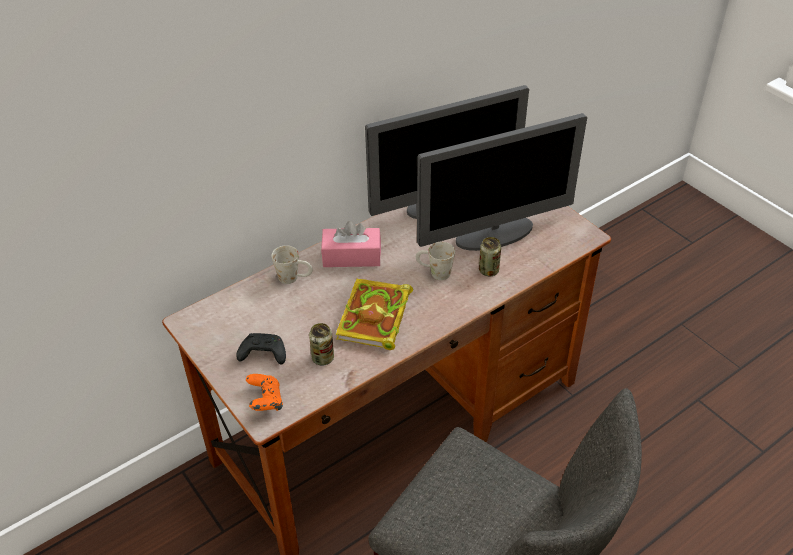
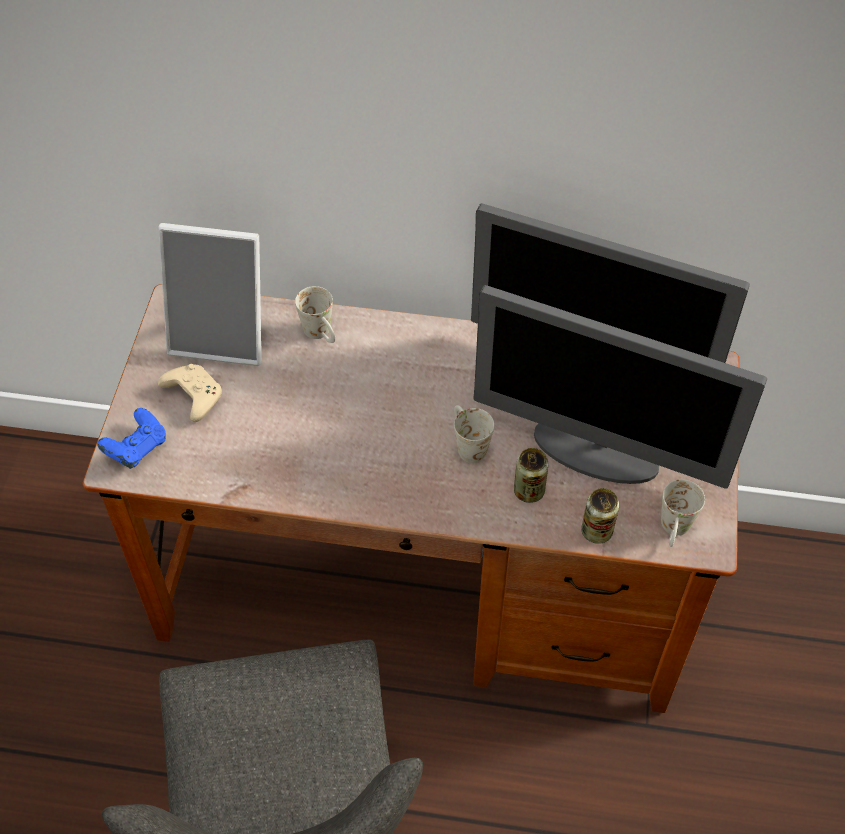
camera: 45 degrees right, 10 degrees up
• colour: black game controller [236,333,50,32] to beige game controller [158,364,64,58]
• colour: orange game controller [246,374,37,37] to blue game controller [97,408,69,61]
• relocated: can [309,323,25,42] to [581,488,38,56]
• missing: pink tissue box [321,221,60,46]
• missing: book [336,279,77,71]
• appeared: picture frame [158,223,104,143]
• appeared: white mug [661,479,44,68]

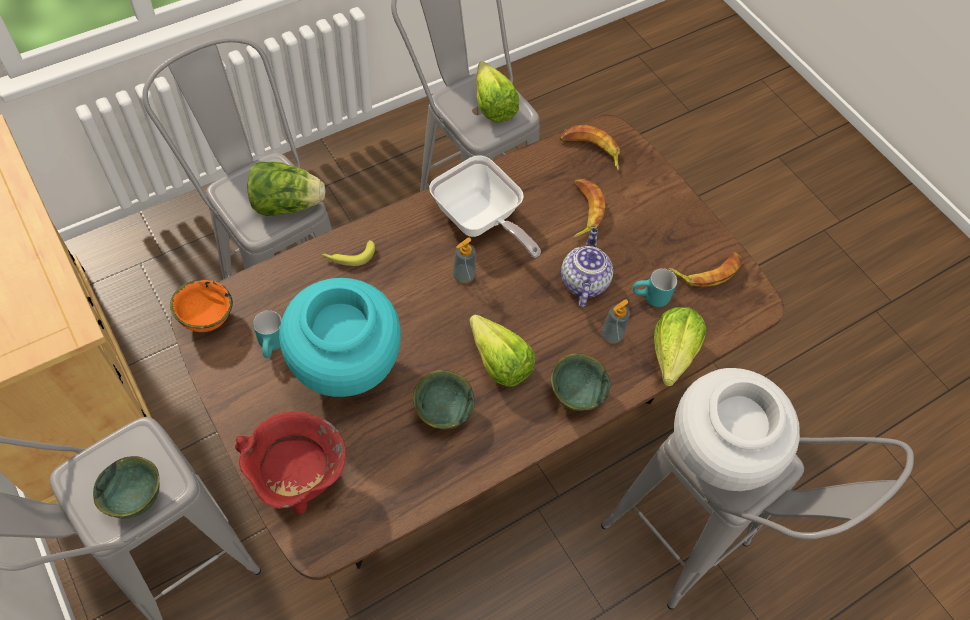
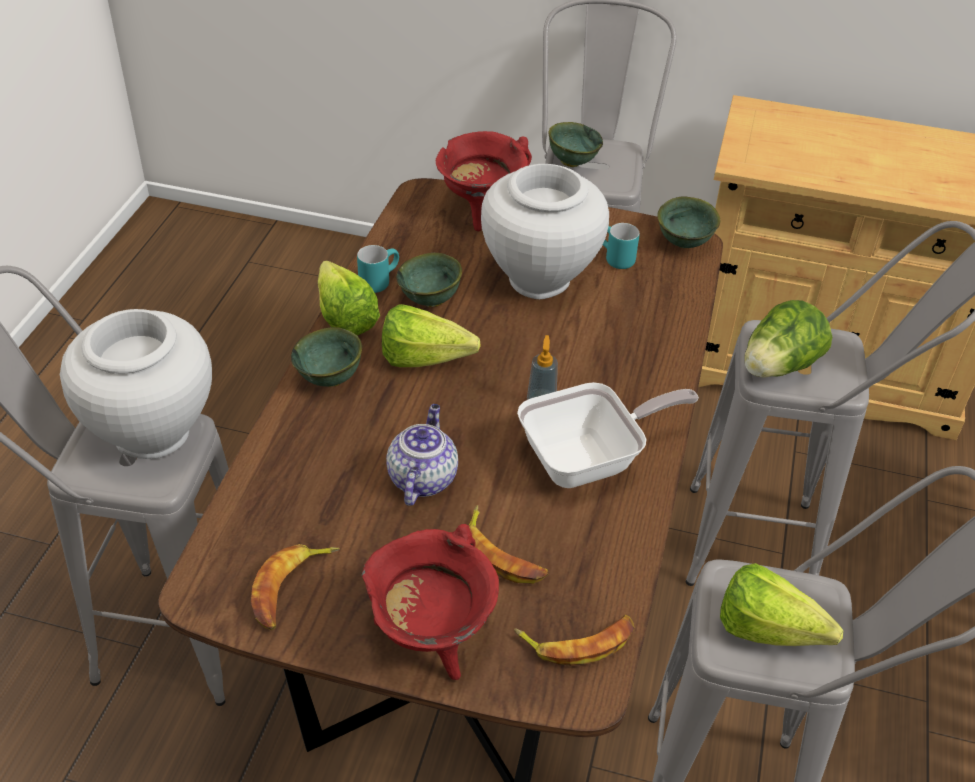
camera: 140 degrees right, 15 degrees down
• colour: orange bowl [170,280,63,52] to green bowl [657,196,64,52]
• colour: turquoise vase [279,278,122,119] to white vase [481,164,128,135]
• missing: banana [322,240,53,26]
• spun: frying pan [429,155,112,103] = [517,382,182,106] 150 degrees clockwise
• spun: teapot [561,228,52,79] = [386,404,72,102] 135 degrees counterclockwise
• missing: soap dispenser [601,299,29,45]
• relocated: turquoise mug [633,268,44,39] to [357,245,42,48]
• relocated: lettuce [654,307,52,79] to [318,261,62,74]
• appeared: red cooking pot [362,524,137,156]

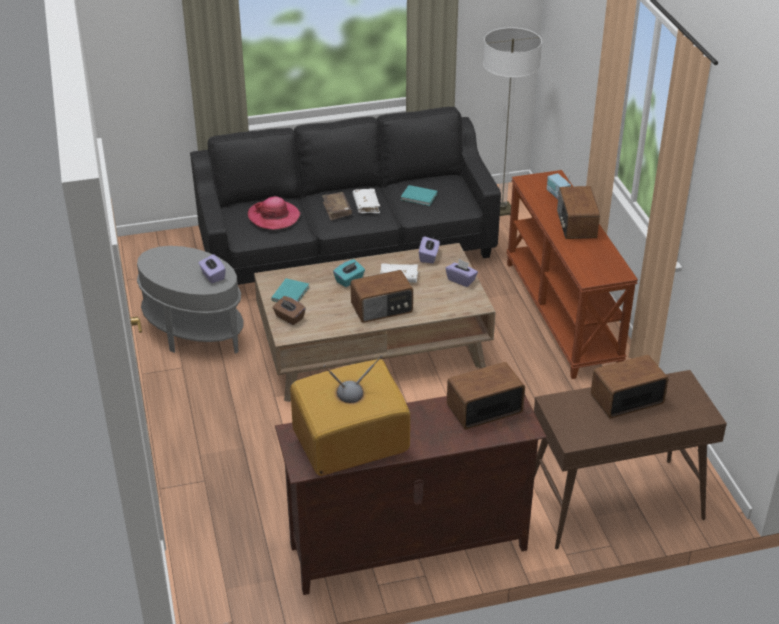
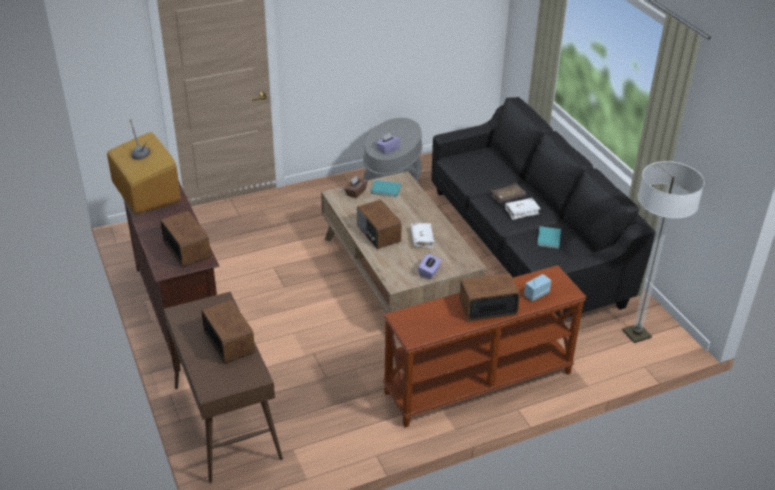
camera: 80 degrees right, 0 degrees up
• missing: hat [248,196,53,34]
• missing: turquoise tissue box [333,259,32,28]
• missing: purple tissue box [419,236,21,27]

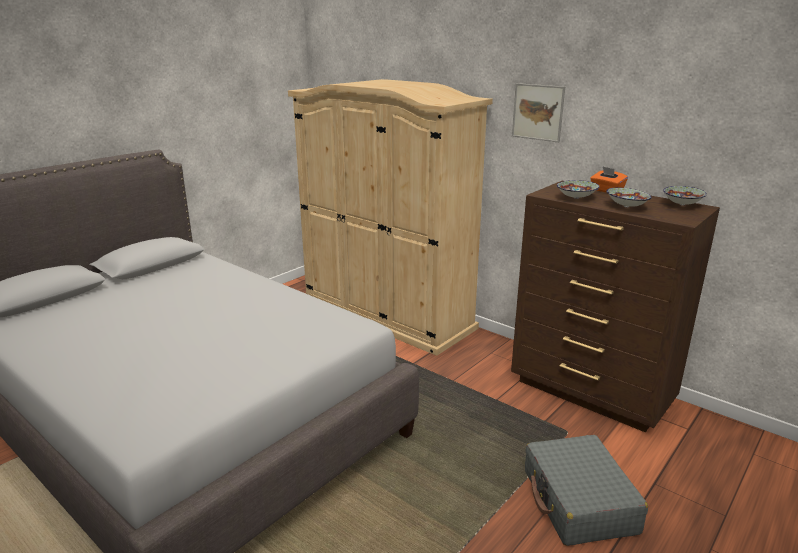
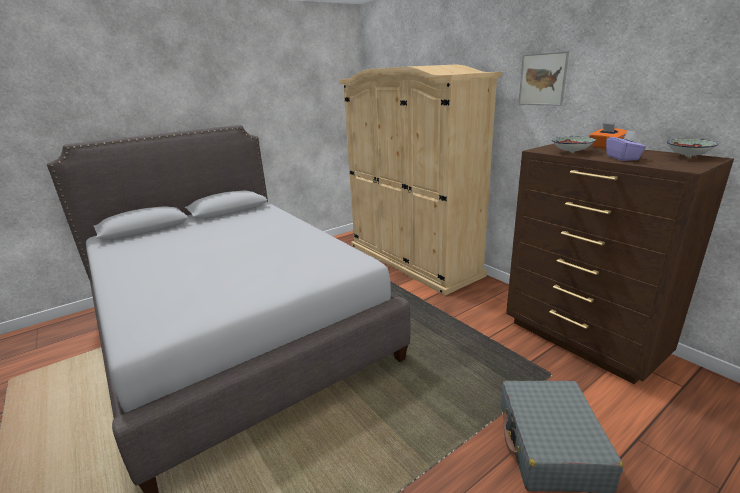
camera: 15 degrees right, 0 degrees up
• exchanged: bowl [606,188,46,19] to purple tissue box [606,130,40,31]

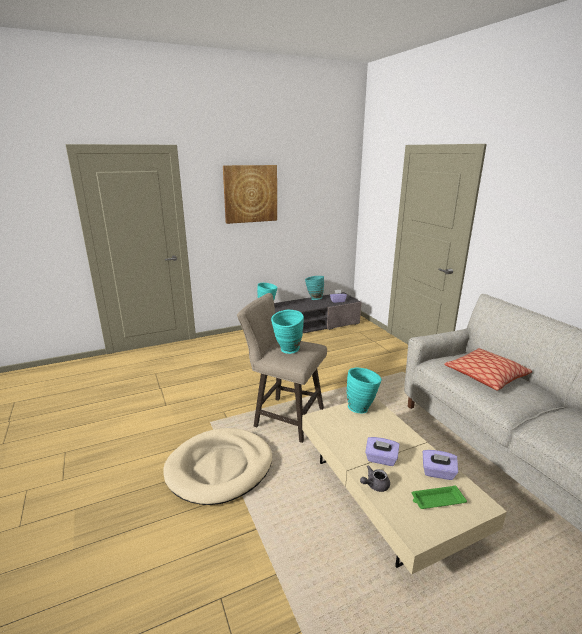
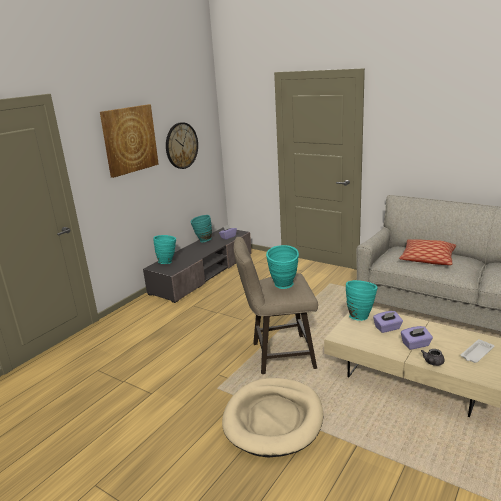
camera: 30 degrees left, 0 degrees up
• colour: green tray [412,485,55,24] to white tray [460,339,35,24]
• relocated: purple tissue box [423,450,35,30] to [373,311,30,22]
• appeared: wall clock [166,122,32,47]

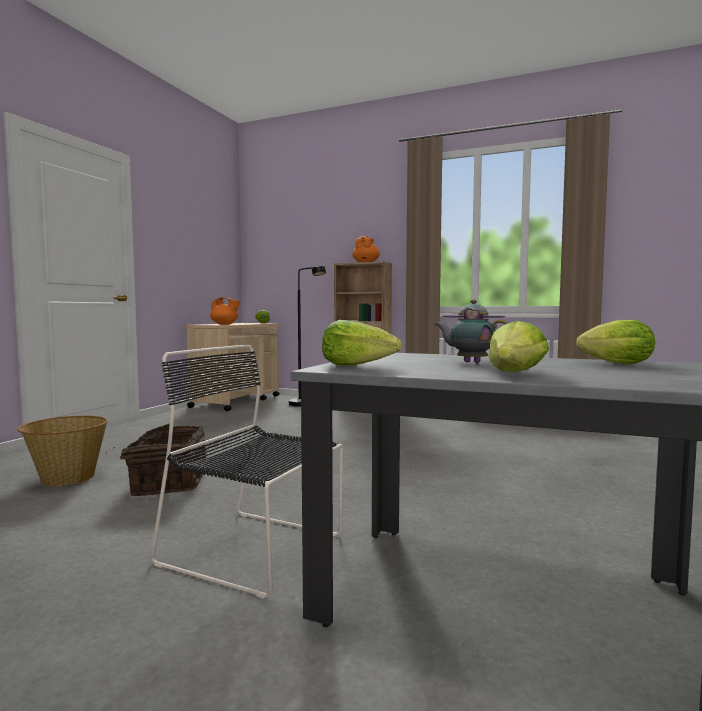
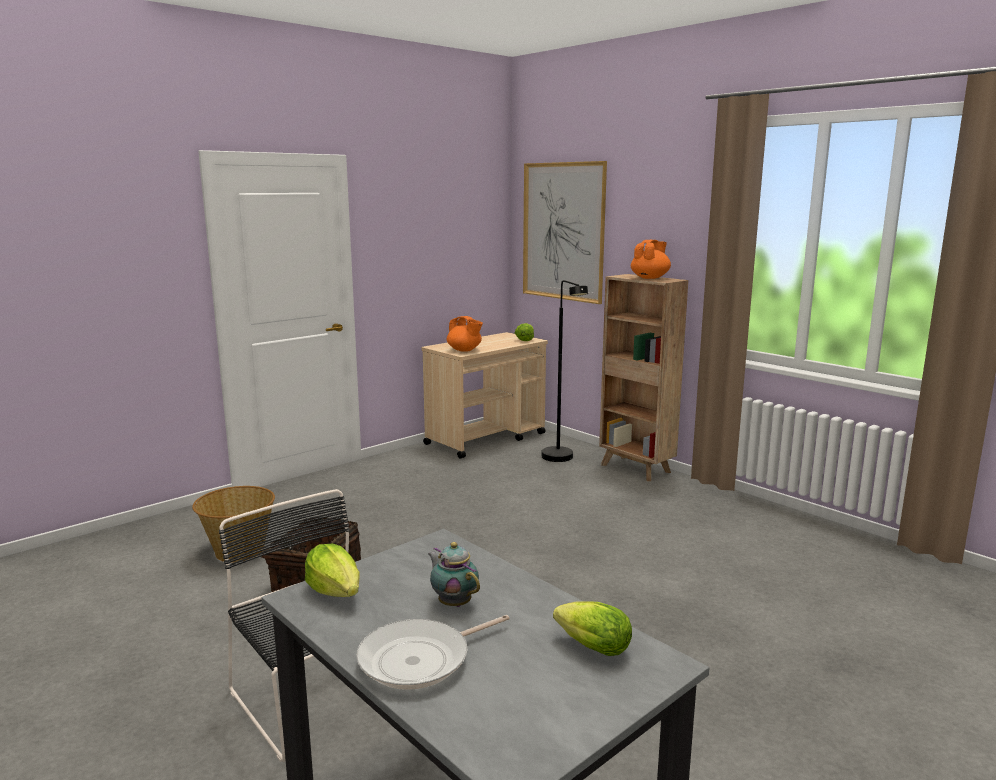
camera: 25 degrees right, 10 degrees up
• exchanged: lettuce [488,321,61,51] to frying pan [356,615,154,75]
• appeared: picture [523,161,84,143]

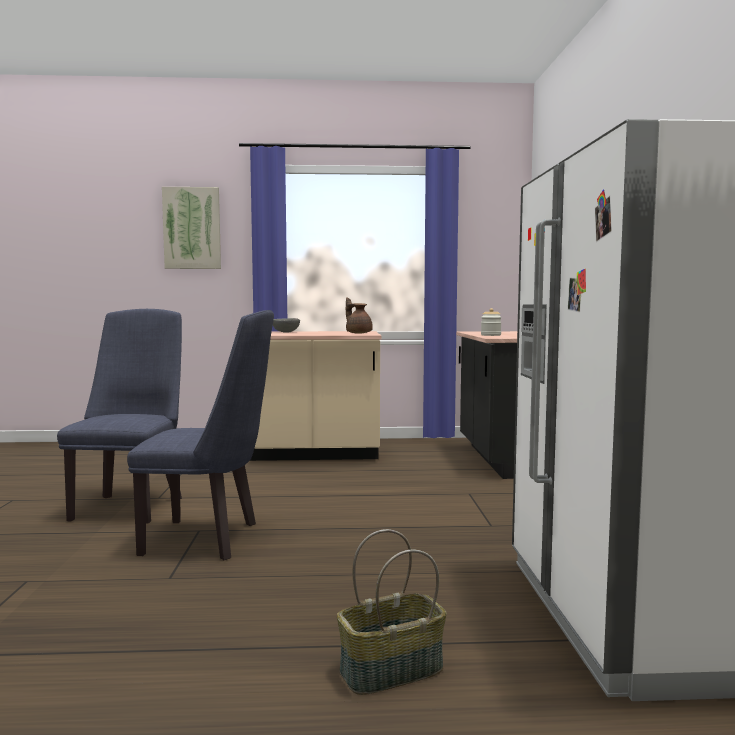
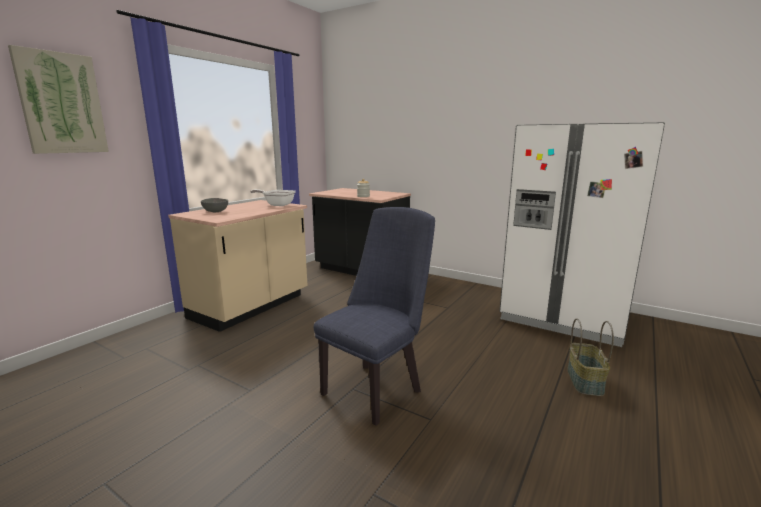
camera: 55 degrees left, 10 degrees up
• missing: blue chair [57,309,125,215]
• exchanged: brown teapot [346,297,27,37] to frying pan [250,189,46,17]

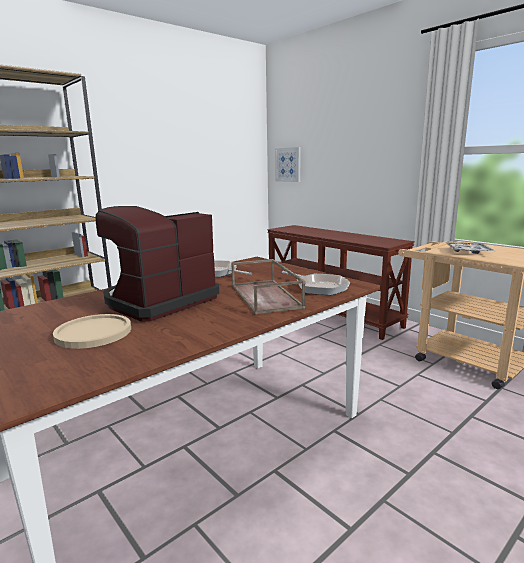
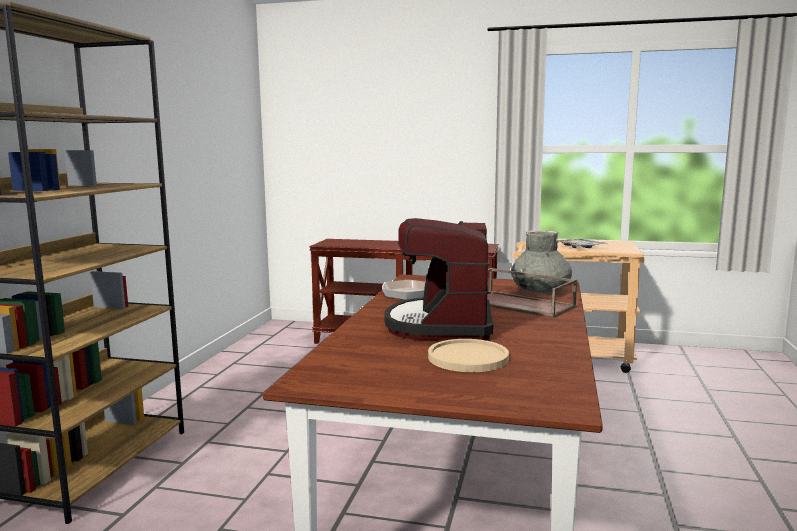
camera: 35 degrees left, 5 degrees down
• missing: picture [275,147,25,35]
• exchanged: frying pan [282,271,68,24] to grey vase [511,230,61,63]

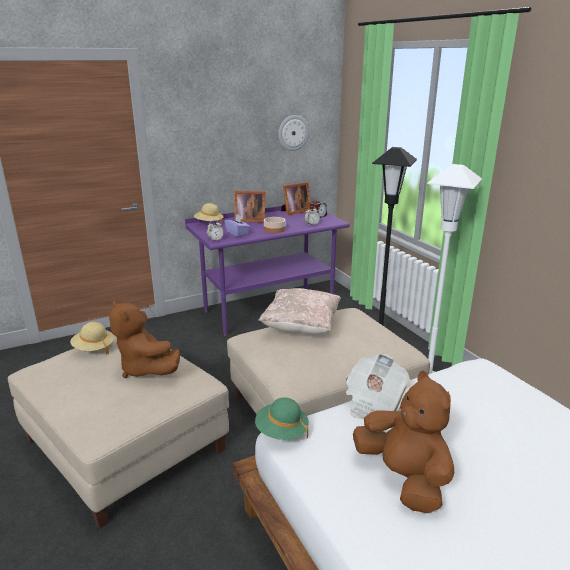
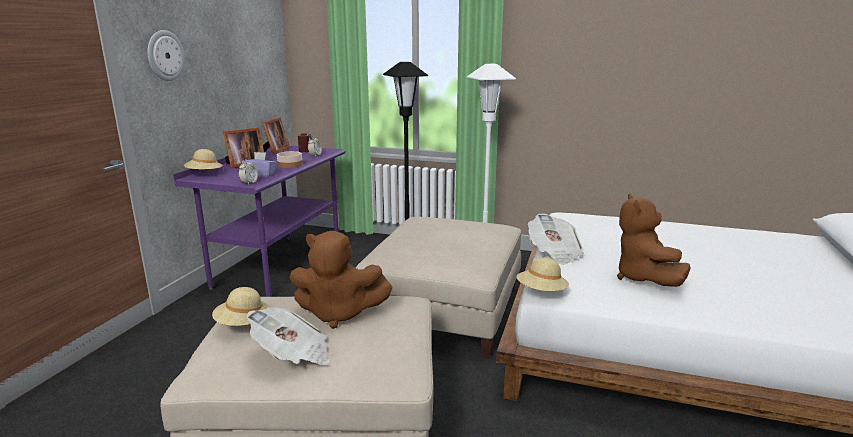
camera: 45 degrees left, 5 degrees down
• colour: green hat [255,397,54,43] to beige hat [516,257,53,34]
• missing: beige pillow [259,288,82,47]
• relocated: wall clock [278,115,31,36] to [147,30,38,51]
• spun: brown plush toy [353,371,101,142] = [617,193,74,94] 105 degrees counterclockwise
• appeared: newspaper [247,307,83,58]

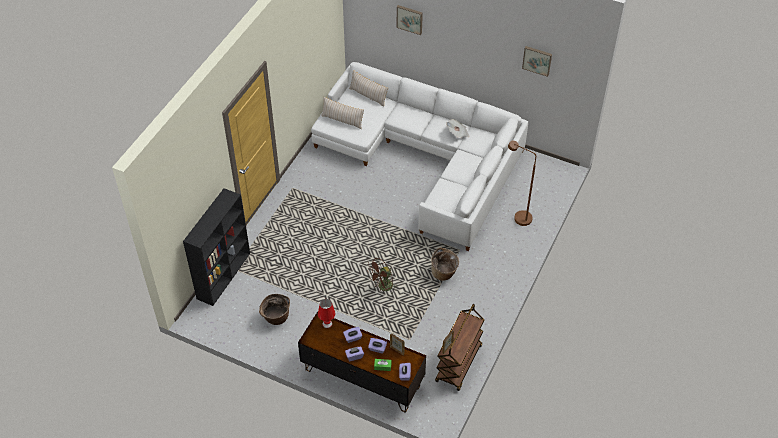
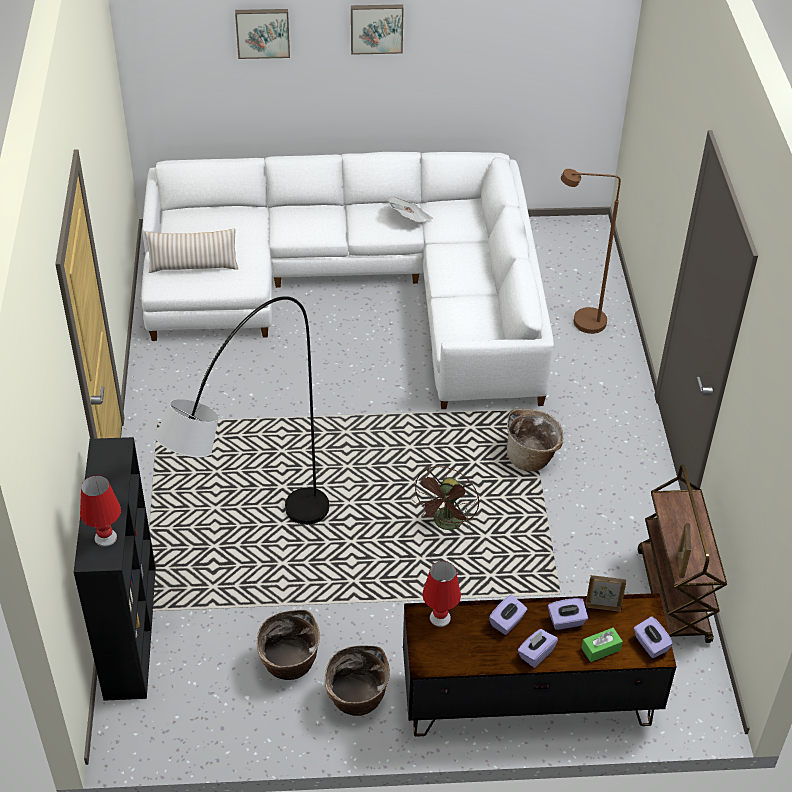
camera: 30 degrees left, 5 degrees down
• missing: beige pillow [349,70,39,37]
• relocated: picture [522,46,30,31] to [351,4,53,51]
• appeared: red table lamp [80,475,41,72]
• appeared: grey floor lamp [155,296,174,229]
• appeared: basket [325,645,65,71]

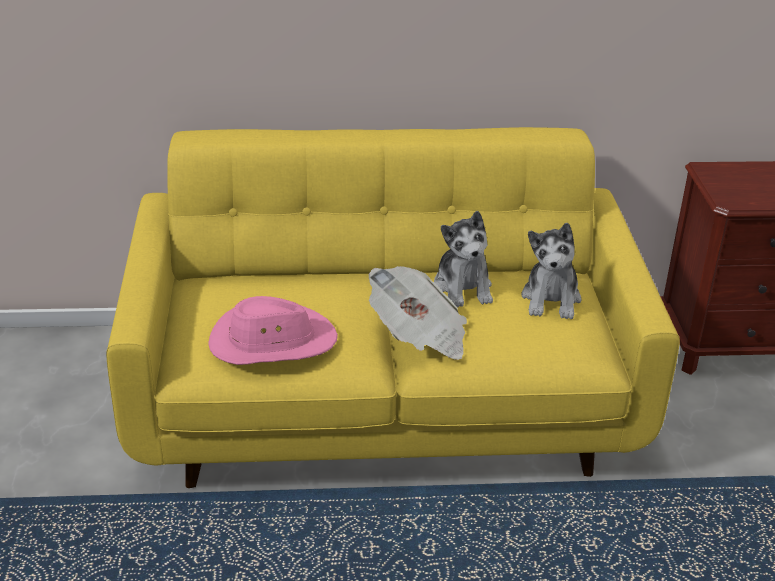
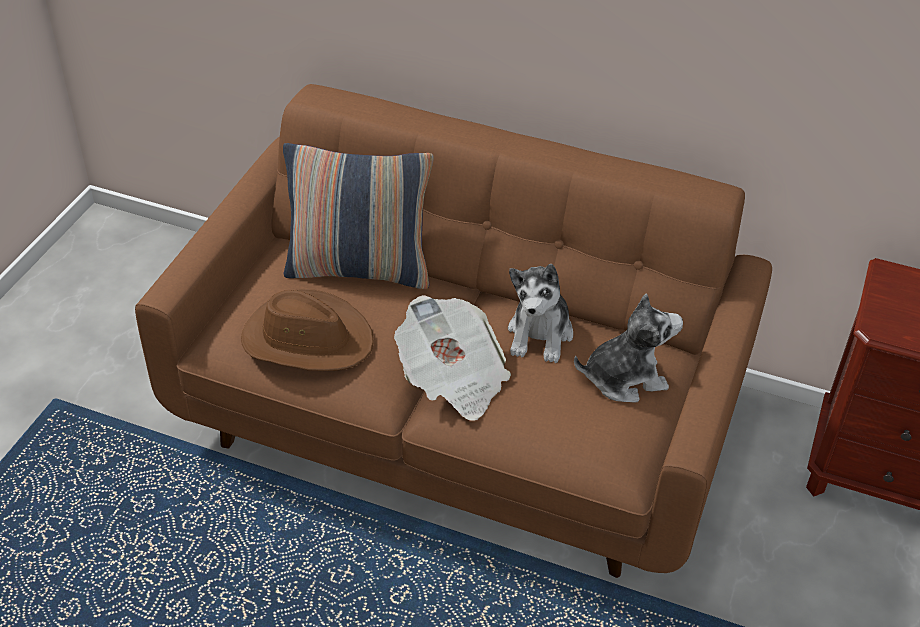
camera: 25 degrees right, 10 degrees up
• colour: yellow sofa [106,127,574,361] to brown sofa [135,84,637,494]
• colour: pink hat [208,296,130,69] to brown hat [241,289,133,82]
• spun: plush toy [521,223,61,96] = [574,293,109,110] 135 degrees counterclockwise
• appeared: pillow [283,143,151,146]

